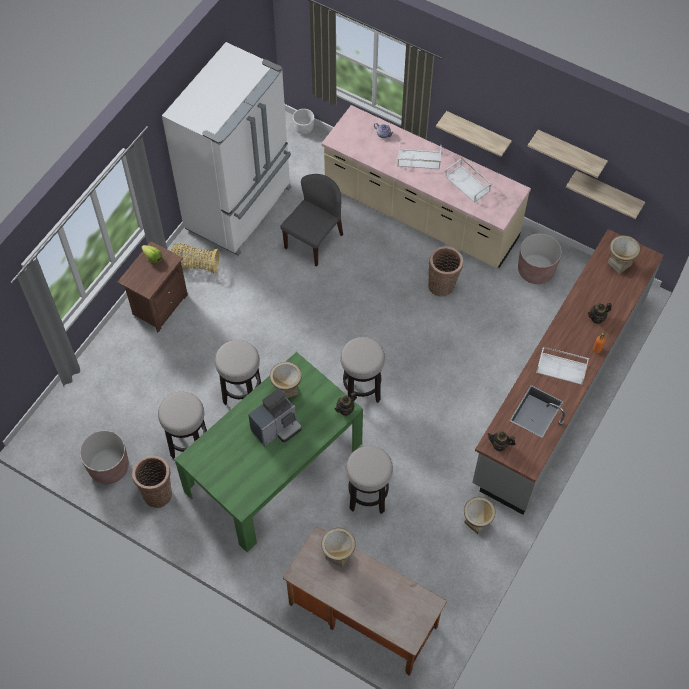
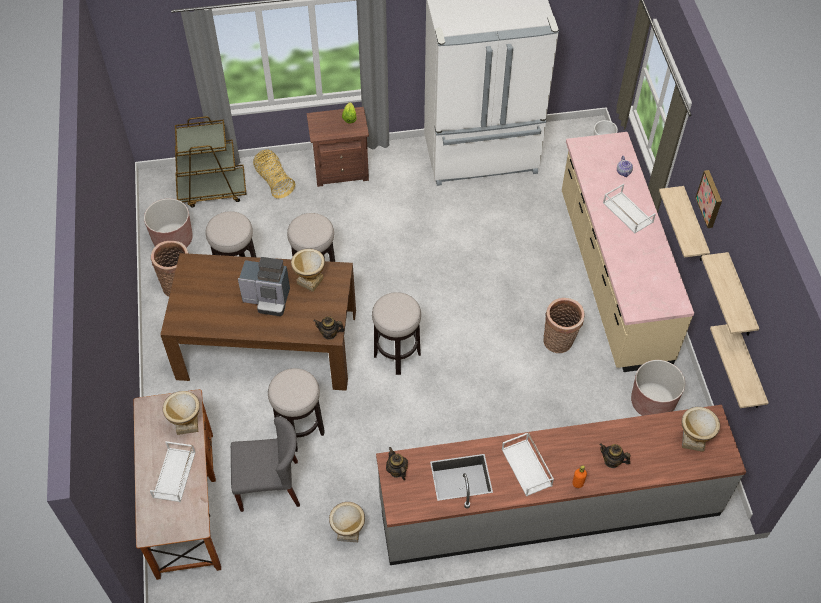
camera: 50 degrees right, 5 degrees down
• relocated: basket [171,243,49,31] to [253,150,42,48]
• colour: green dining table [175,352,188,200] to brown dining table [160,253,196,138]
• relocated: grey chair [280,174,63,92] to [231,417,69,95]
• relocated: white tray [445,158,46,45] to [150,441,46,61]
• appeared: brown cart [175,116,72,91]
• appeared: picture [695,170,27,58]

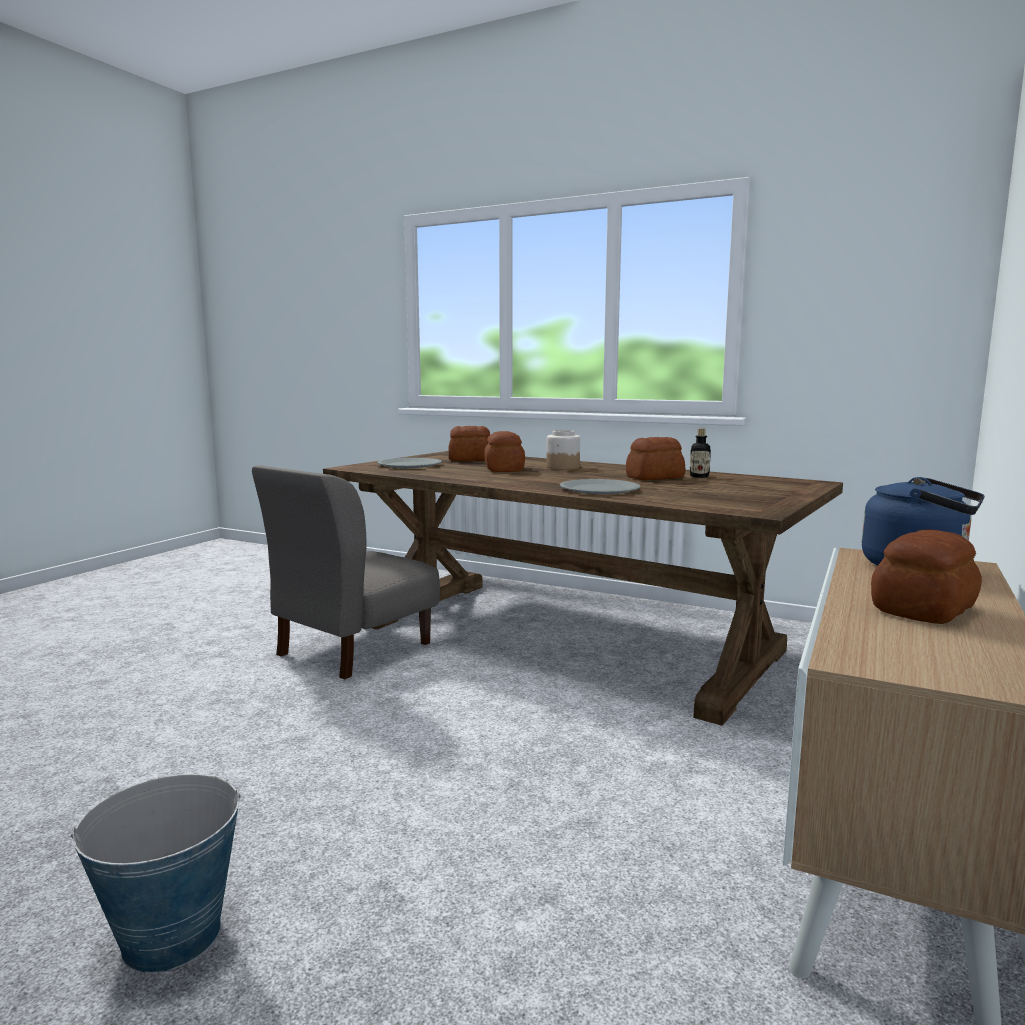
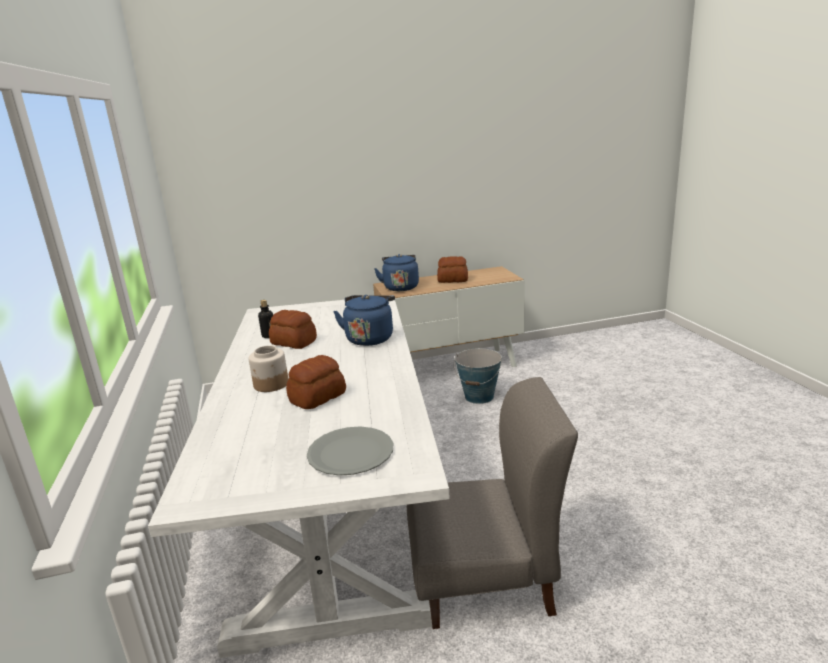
camera: 130 degrees left, 10 degrees up
• relocated: bucket [71,774,170,199] to [454,348,48,56]
• colour: brown dining table [323,451,520,275] to white dining table [148,295,302,363]
• missing: bread [448,426,42,35]
• exchanged: grey plate [560,479,80,15] to blue kettle [333,295,62,51]

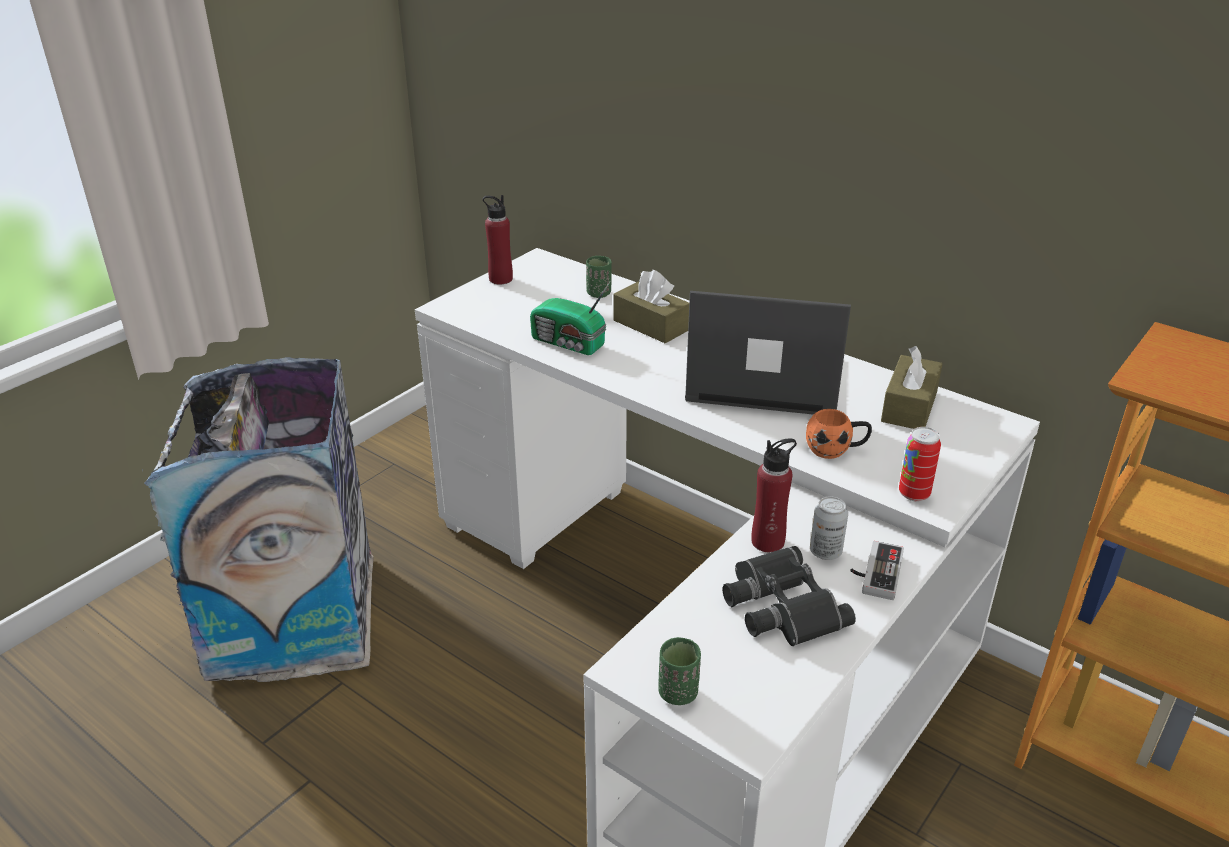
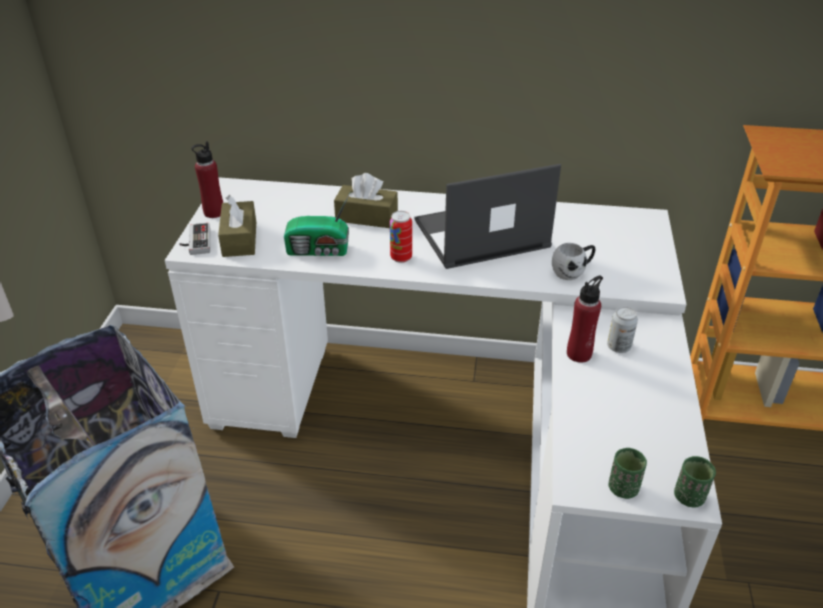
camera: 30 degrees left, 5 degrees up
• relocated: green cup [586,256,26,42] to [674,456,42,52]
• missing: black binoculars [723,546,133,100]
• colour: orange mug [806,409,66,50] to white mug [552,243,43,37]
• relocated: game controller [850,541,54,59] to [179,223,31,32]
• relocated: brown tissue box [881,346,62,83] to [218,195,38,62]
• relocated: can [899,427,42,74] to [390,211,22,52]

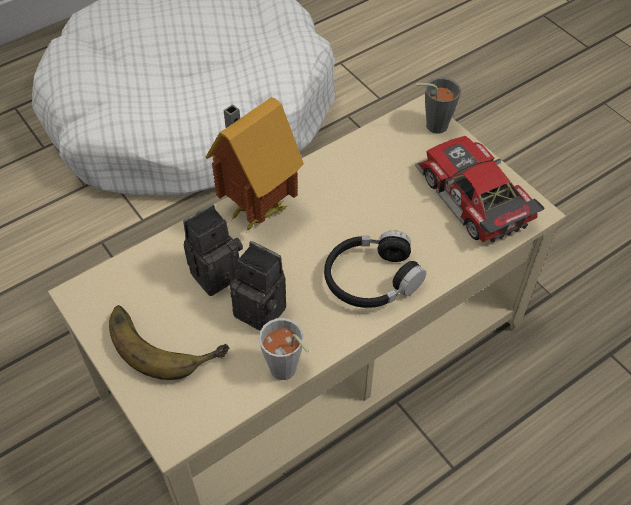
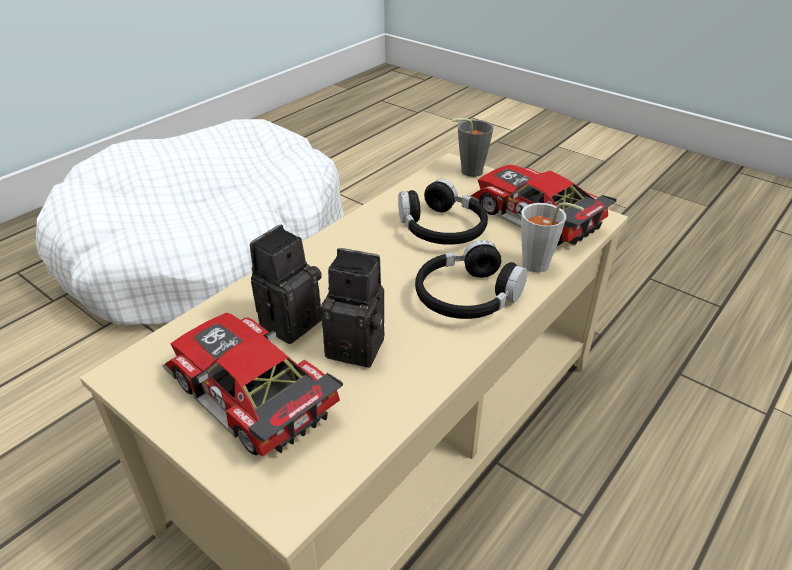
camera: 15 degrees left, 15 degrees down
• exchanged: banana [109,305,120,75] to toy car [162,313,181,143]
• missing: toy house [206,97,98,134]
• relocated: grey cup [259,318,50,62] to [521,202,63,70]
• appeared: black headphones [398,179,90,66]

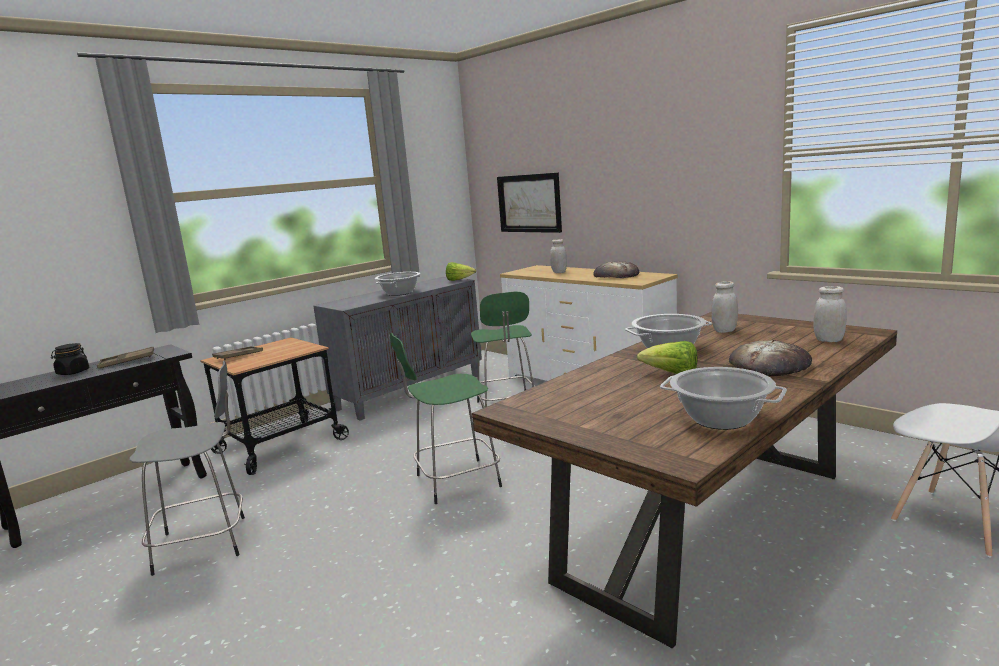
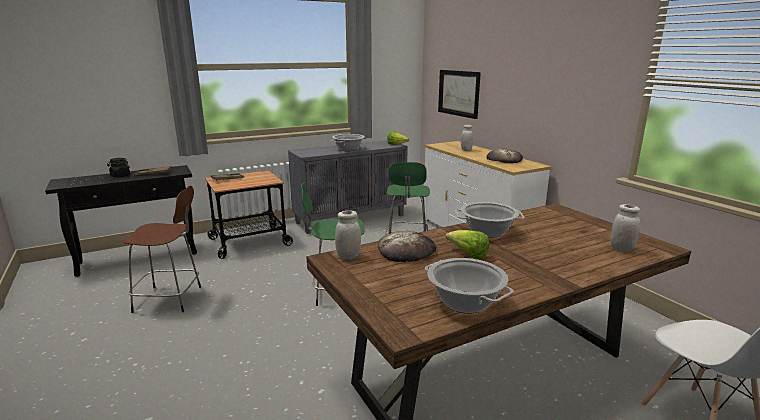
camera: 15 degrees right, 5 degrees up
• colour: grey stool [129,360,116,216] to brown stool [123,186,78,127]
• relocated: white jar [711,281,27,52] to [335,210,26,49]
• relocated: bread [729,340,83,36] to [378,231,58,31]

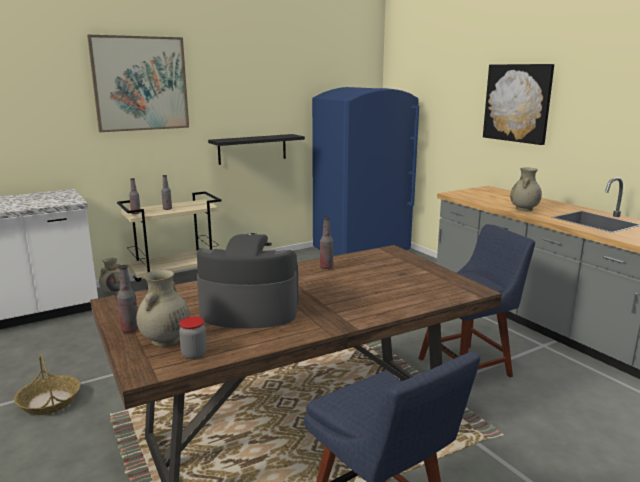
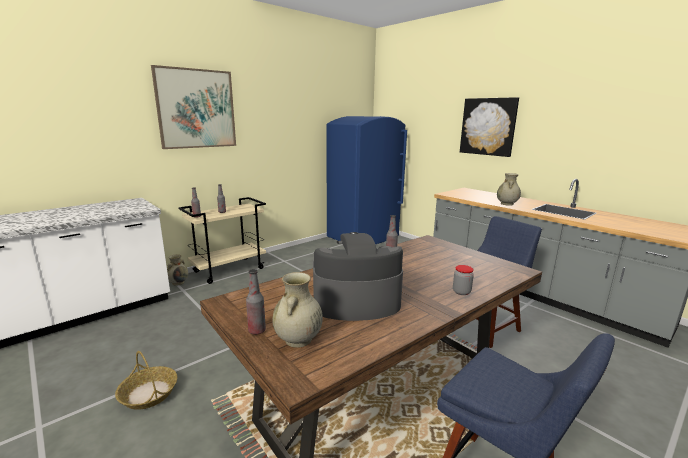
camera: 10 degrees left, 0 degrees up
• relocated: jar [179,317,28,43] to [453,265,21,30]
• missing: black shelf [208,134,97,31]

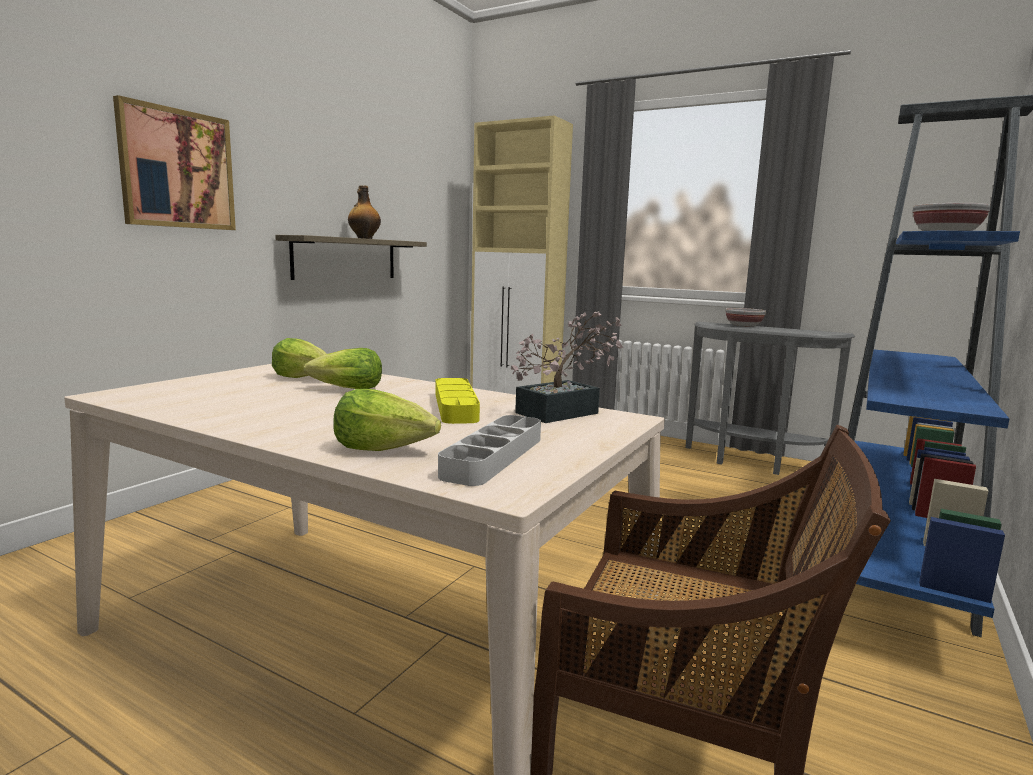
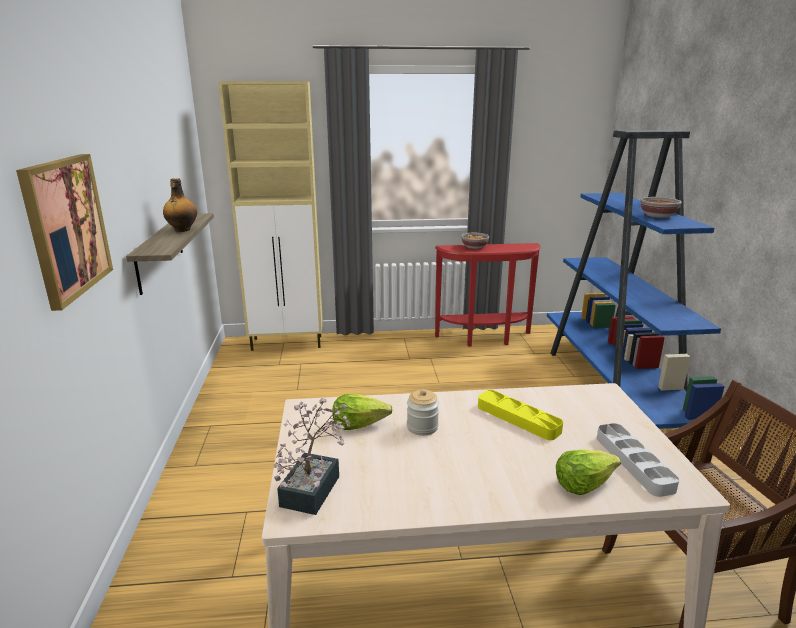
camera: 35 degrees left, 10 degrees up
• exchanged: lettuce [304,348,78,41] to jar [407,389,32,47]
• relocated: potted plant [511,311,112,112] to [274,398,77,117]
• colour: grey console table [685,322,170,153] to red console table [435,243,106,104]

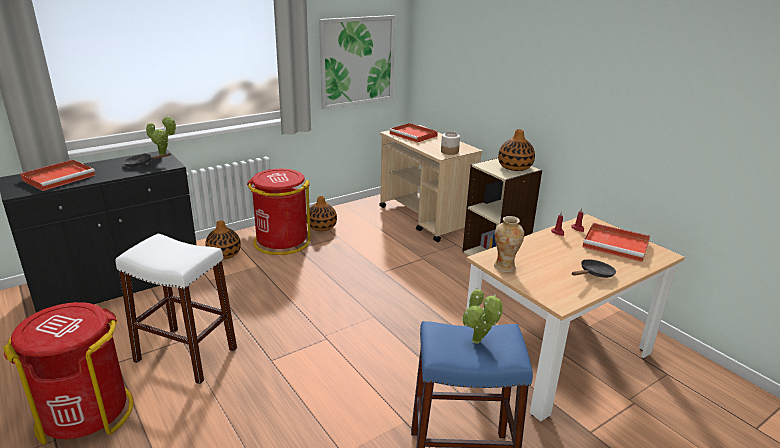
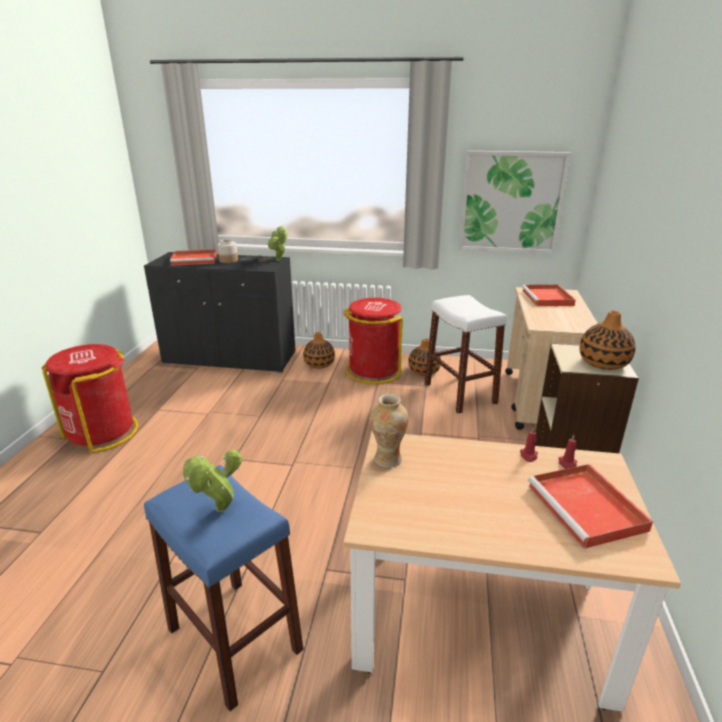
camera: 45 degrees right, 0 degrees up
• relocated: white stool [116,233,121,151] to [425,295,82,119]
• relocated: jar [441,131,19,24] to [217,239,21,24]
• missing: black frying pan [572,259,44,19]

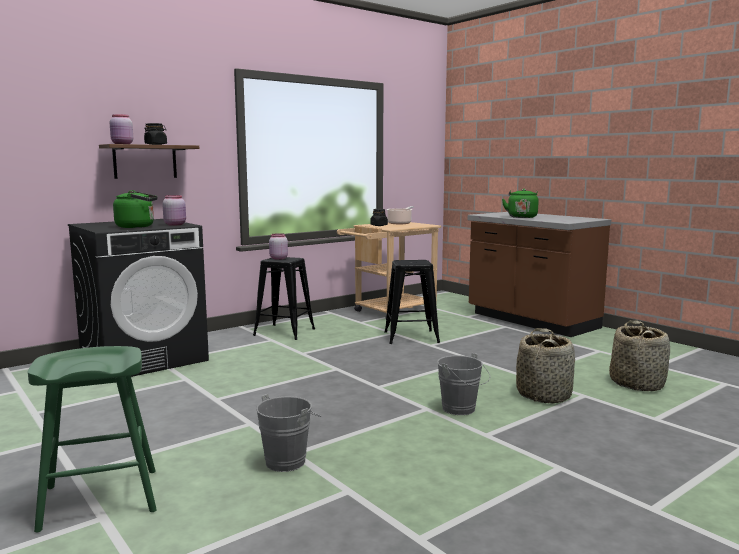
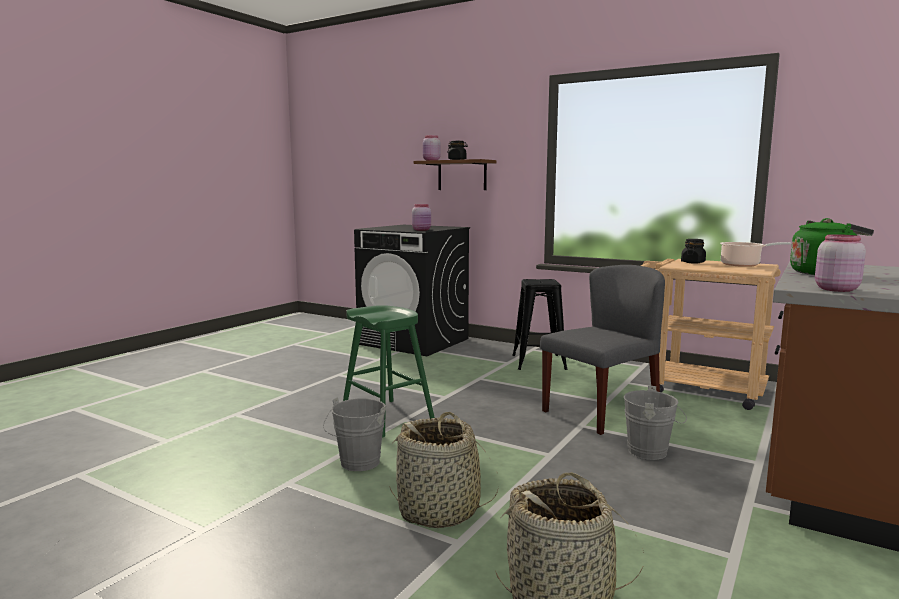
camera: 70 degrees right, 0 degrees up
• relocated: green stool [28,346,129,187] to [343,305,92,132]
• missing: green kettle [113,190,45,38]
• relocated: grey bucket [256,394,65,78] to [624,386,63,74]
• relocated: pink jar [269,233,19,27] to [815,234,51,58]
• exchanged: black stool [385,260,55,84] to grey chair [540,265,125,170]

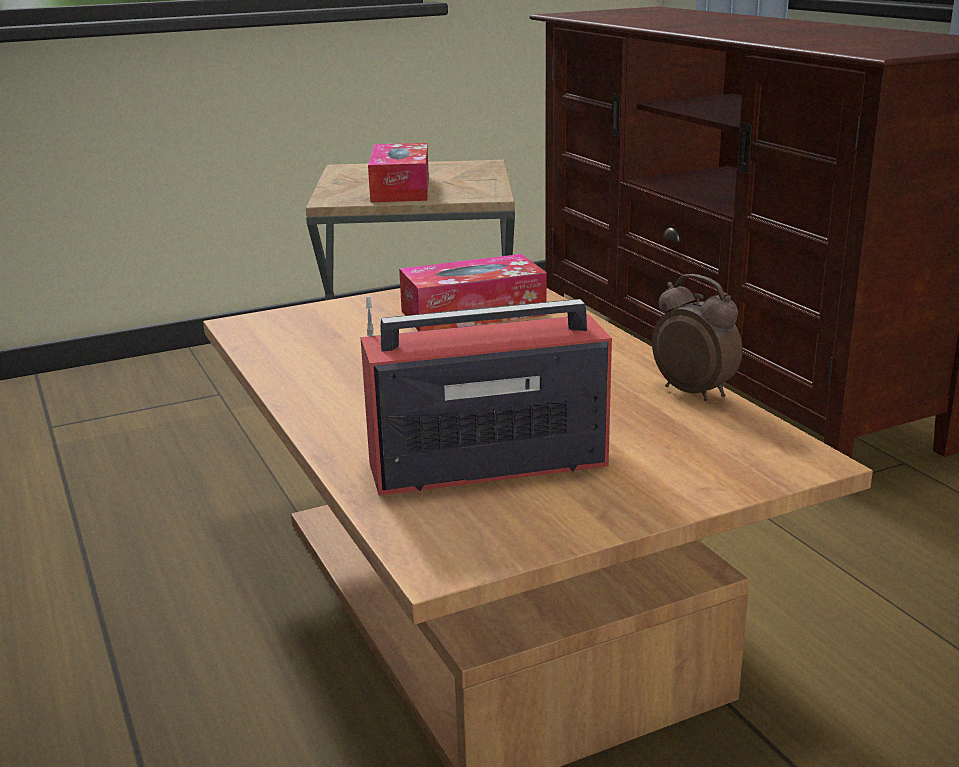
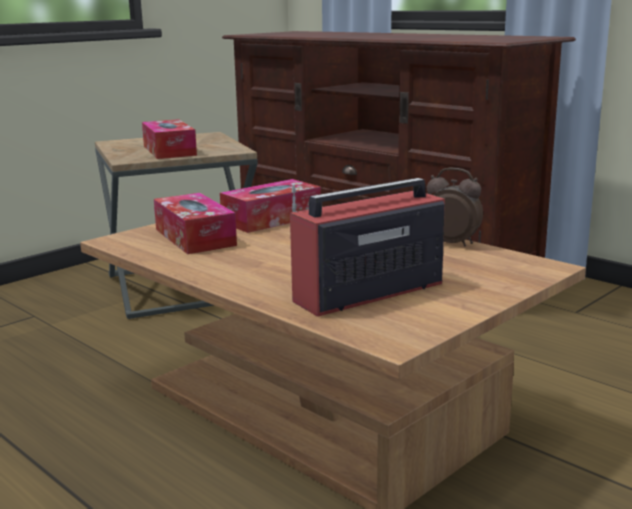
camera: 20 degrees left, 5 degrees down
• appeared: tissue box [154,193,83,61]

